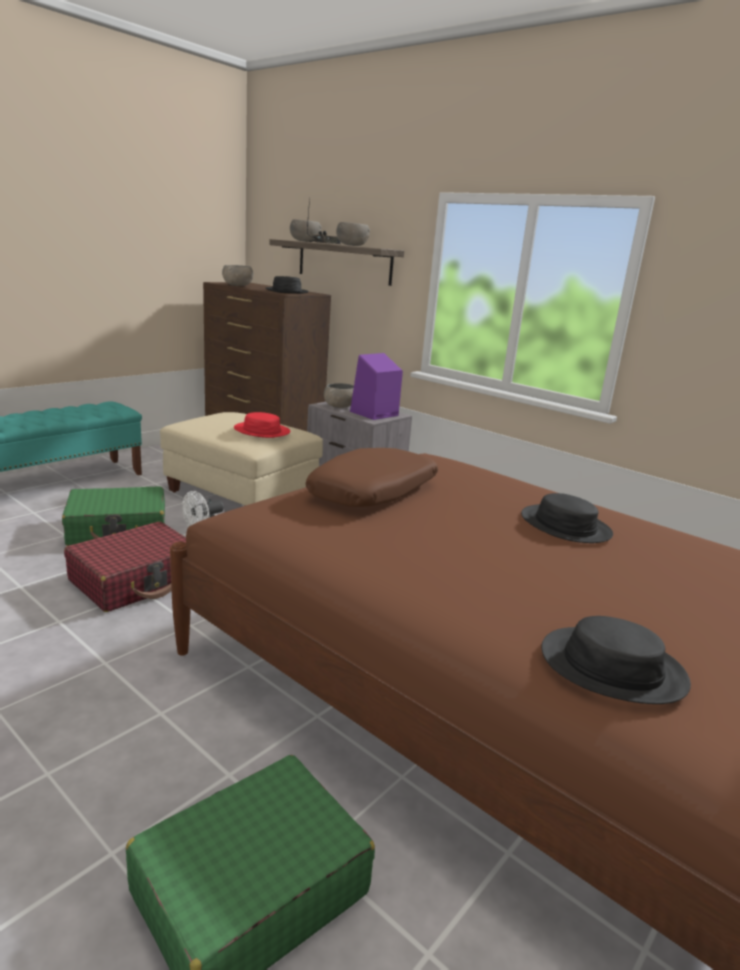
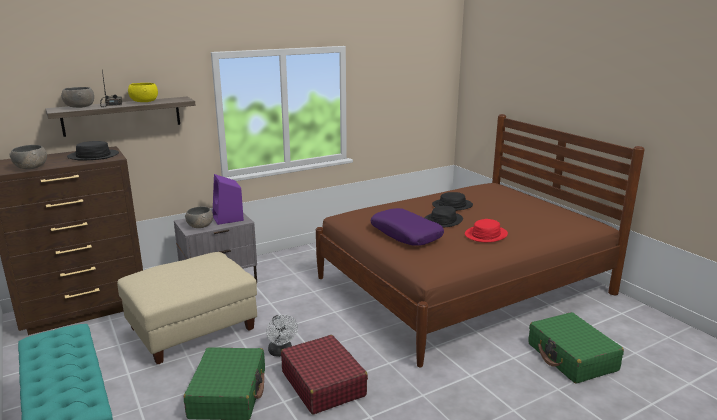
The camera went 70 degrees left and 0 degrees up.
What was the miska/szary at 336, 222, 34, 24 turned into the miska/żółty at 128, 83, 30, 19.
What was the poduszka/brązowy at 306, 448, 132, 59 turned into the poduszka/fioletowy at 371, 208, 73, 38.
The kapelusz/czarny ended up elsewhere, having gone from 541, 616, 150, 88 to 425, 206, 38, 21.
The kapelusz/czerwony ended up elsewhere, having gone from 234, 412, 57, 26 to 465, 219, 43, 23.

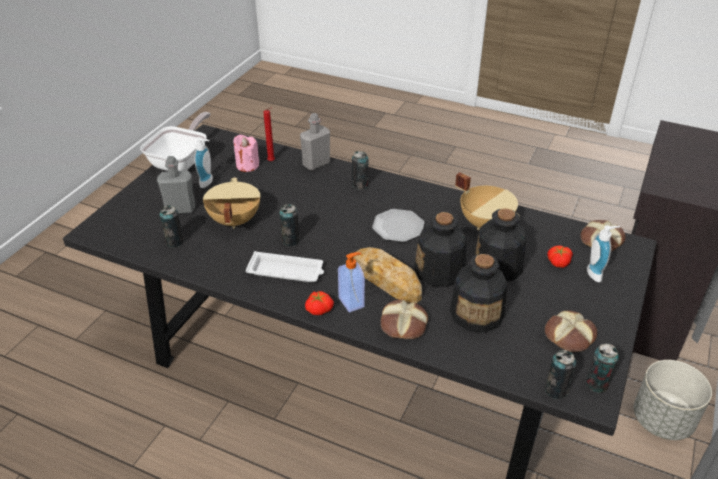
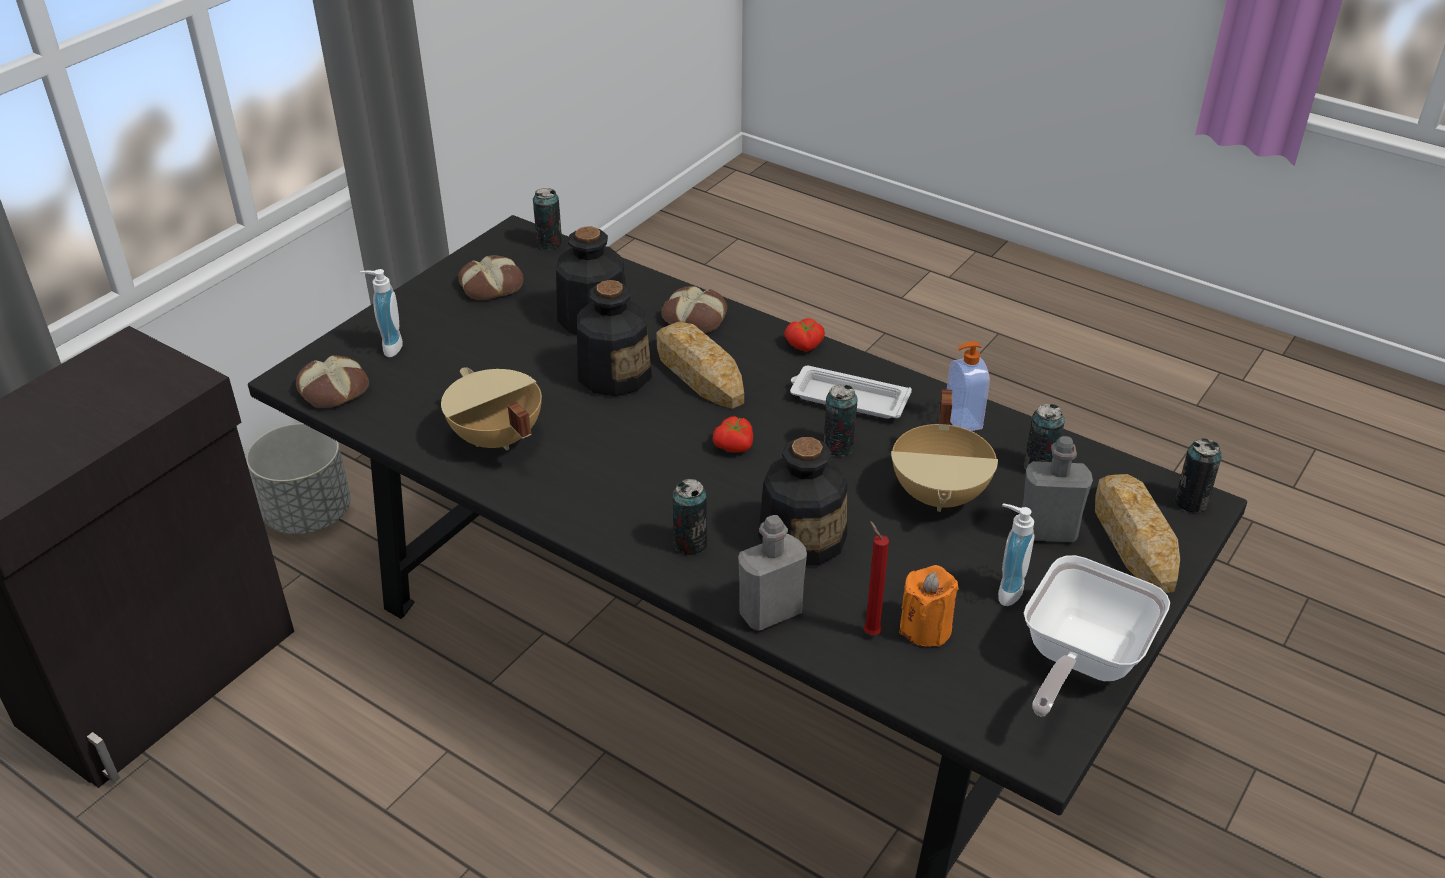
The camera went 170 degrees left and 0 degrees up.
The pomidor ended up elsewhere, having gone from 547, 245, 26, 23 to 713, 416, 40, 37.
The butelka ended up elsewhere, having gone from 474, 208, 52, 74 to 758, 437, 89, 129.
What was the świeca/różowy at 233, 135, 26, 37 turned into the świeca/pomarańczowy at 899, 565, 60, 82.
The dozownik mydła ended up elsewhere, having gone from 338, 252, 27, 61 to 947, 341, 43, 90.
The second view gained the chleb at 1095, 474, 85, 119.
The puszka ended up elsewhere, having gone from 586, 343, 33, 50 to 1175, 438, 47, 75.
The second view lost the talerz at 372, 209, 53, 33.

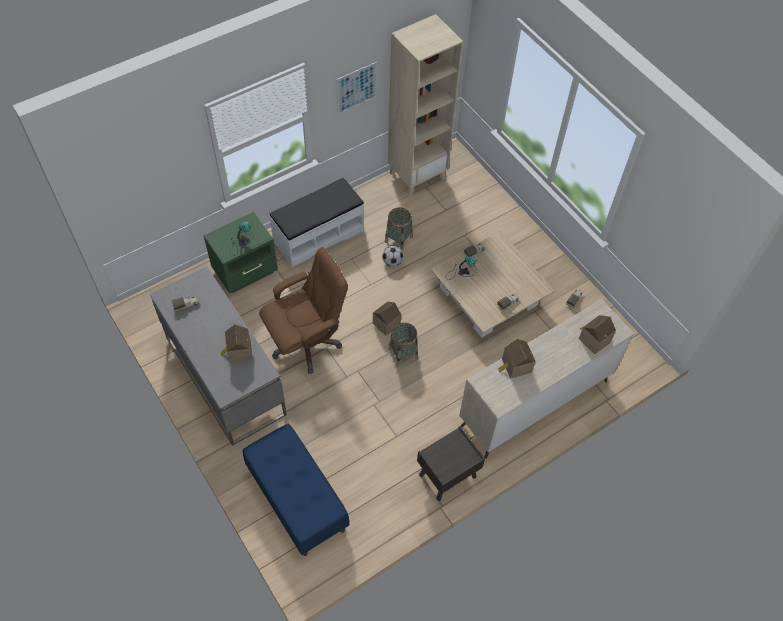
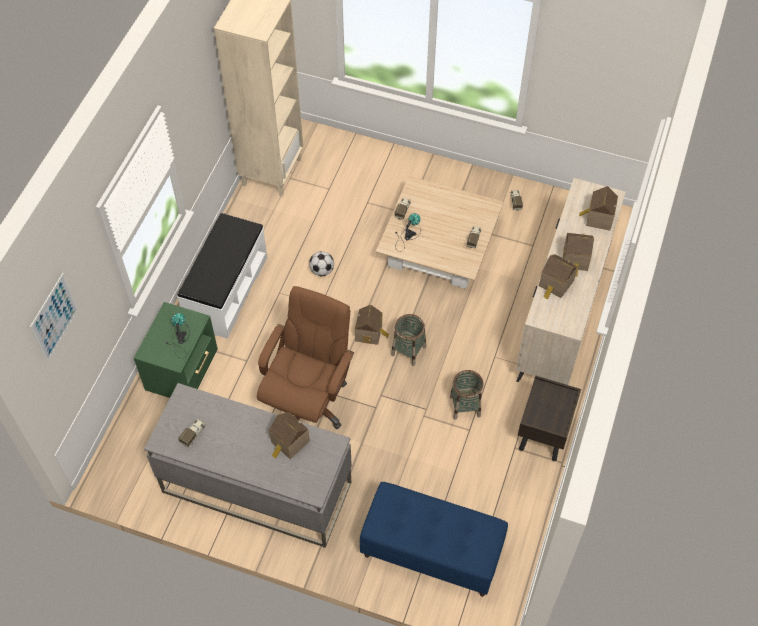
The camera went 35 degrees left and 0 degrees up.
The obraz ended up elsewhere, having gone from 336, 62, 41, 52 to 30, 273, 48, 89.
The koszyk ended up elsewhere, having gone from 385, 207, 28, 44 to 450, 370, 34, 50.
The second view gained the domek at 563, 233, 31, 44.

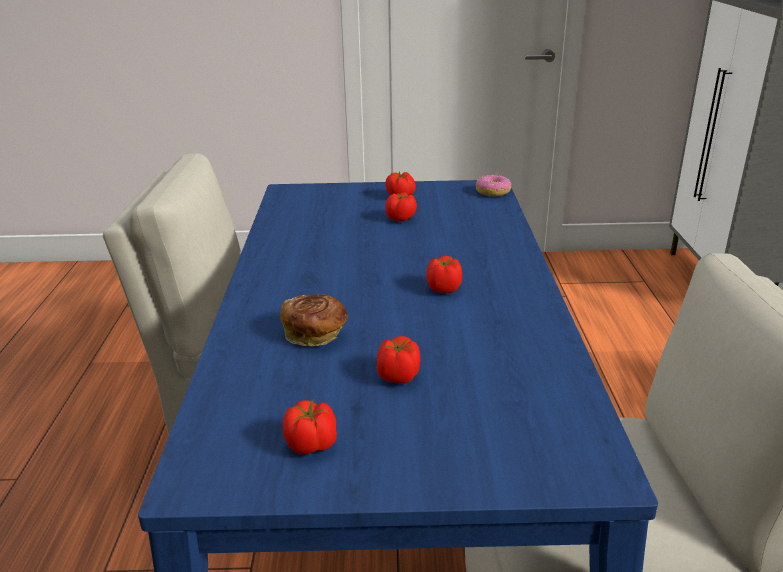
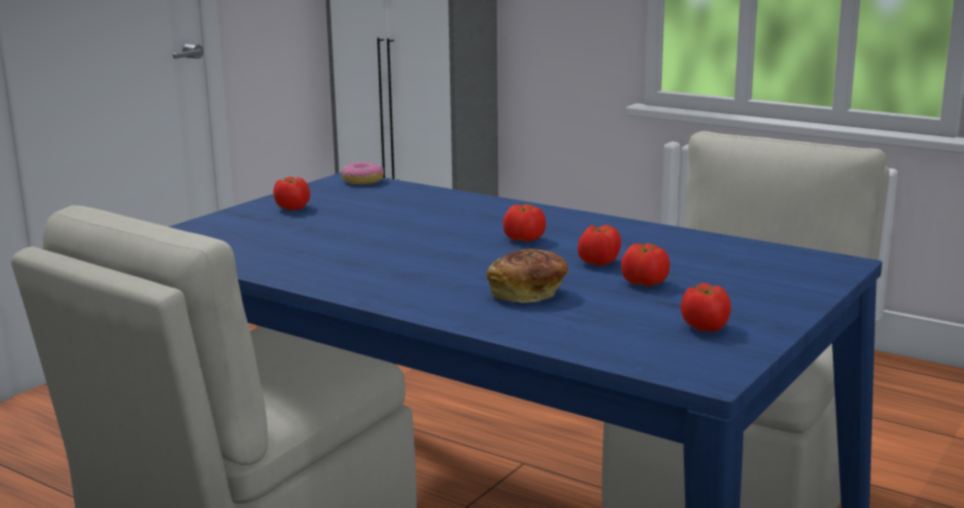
The camera went 55 degrees left and 10 degrees down.
The pomidor ended up elsewhere, having gone from 385, 192, 32, 30 to 578, 225, 43, 41.

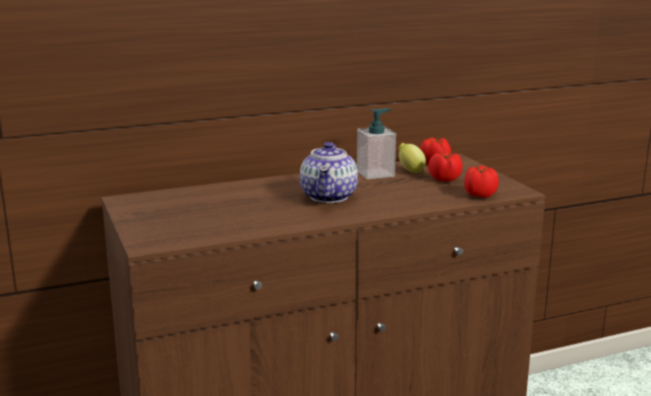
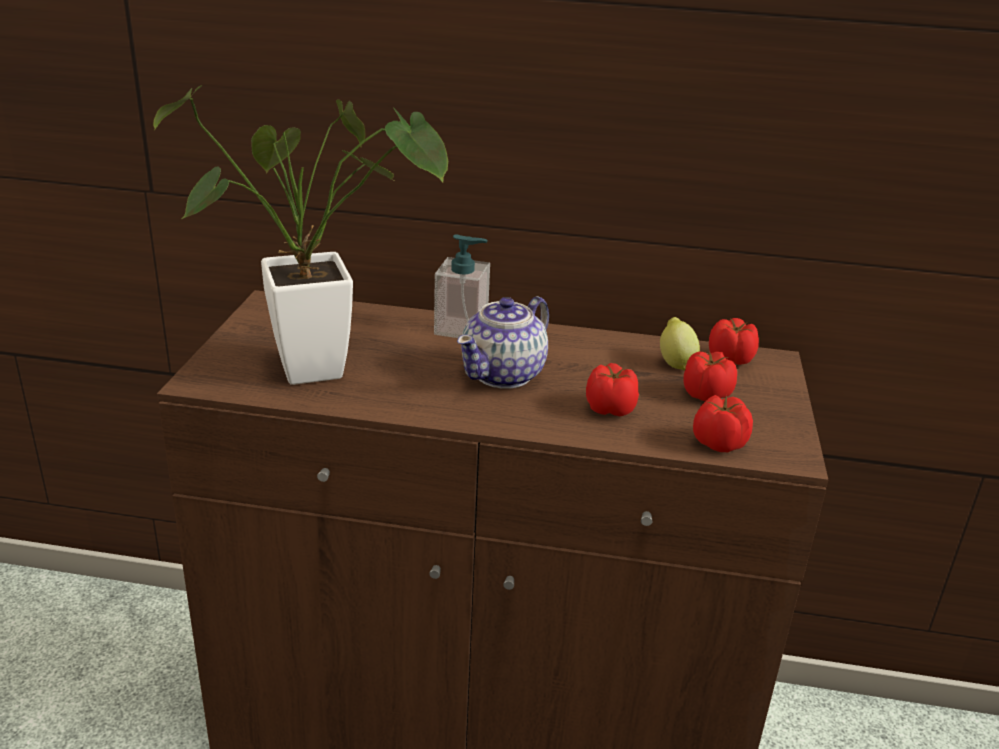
The camera went 30 degrees right and 10 degrees up.
The second view gained the roślina doniczkowa at 153, 86, 295, 299.
The dozownik mydła ended up elsewhere, having gone from 357, 108, 39, 72 to 434, 234, 56, 104.
The second view gained the pomidor at 586, 363, 53, 53.

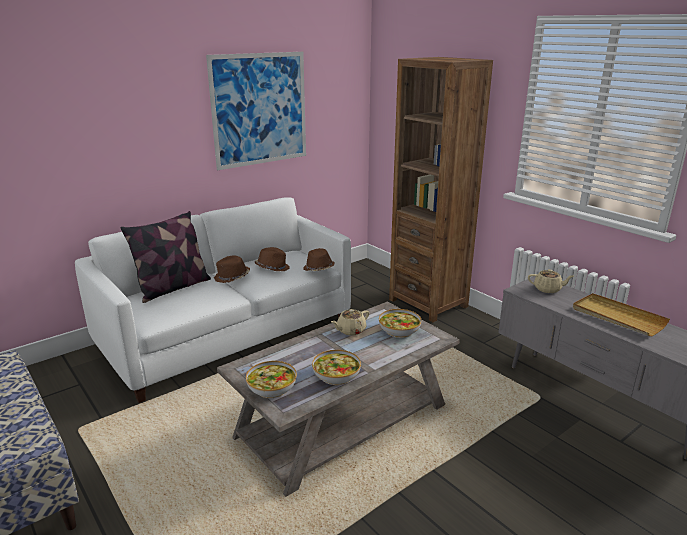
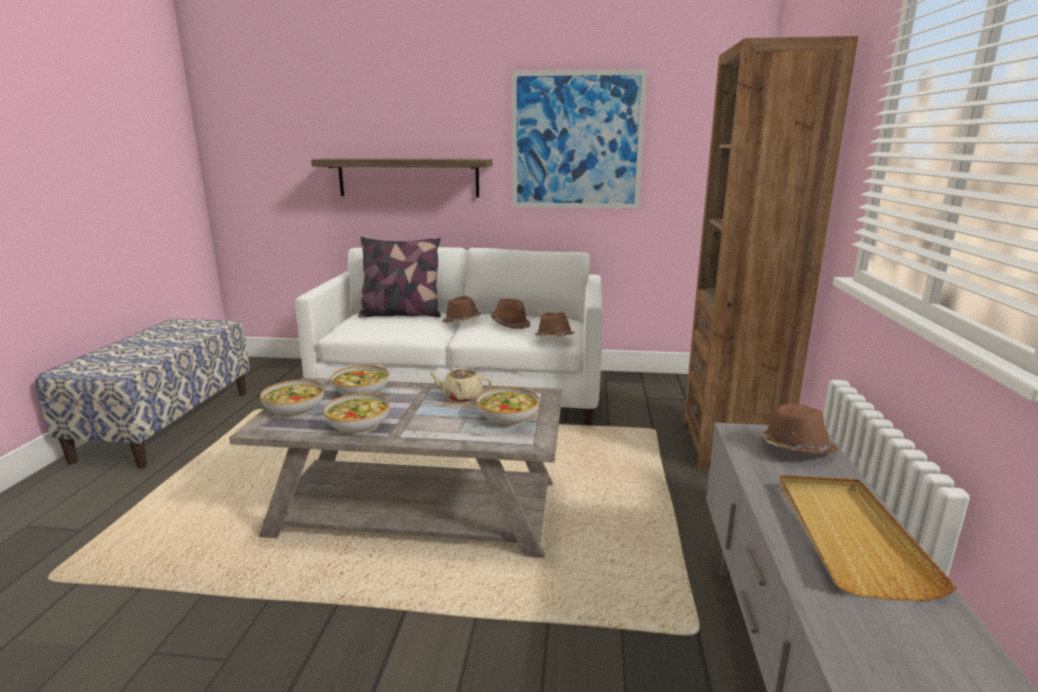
The camera went 45 degrees right and 5 degrees down.
The second view gained the półka at 311, 159, 181, 39.
The second view gained the miska at 330, 365, 59, 31.
Where the imbryk/beżowy stood at 528, 269, 46, 24, the kapelusz/brązowy came to stand at 759, 403, 80, 51.

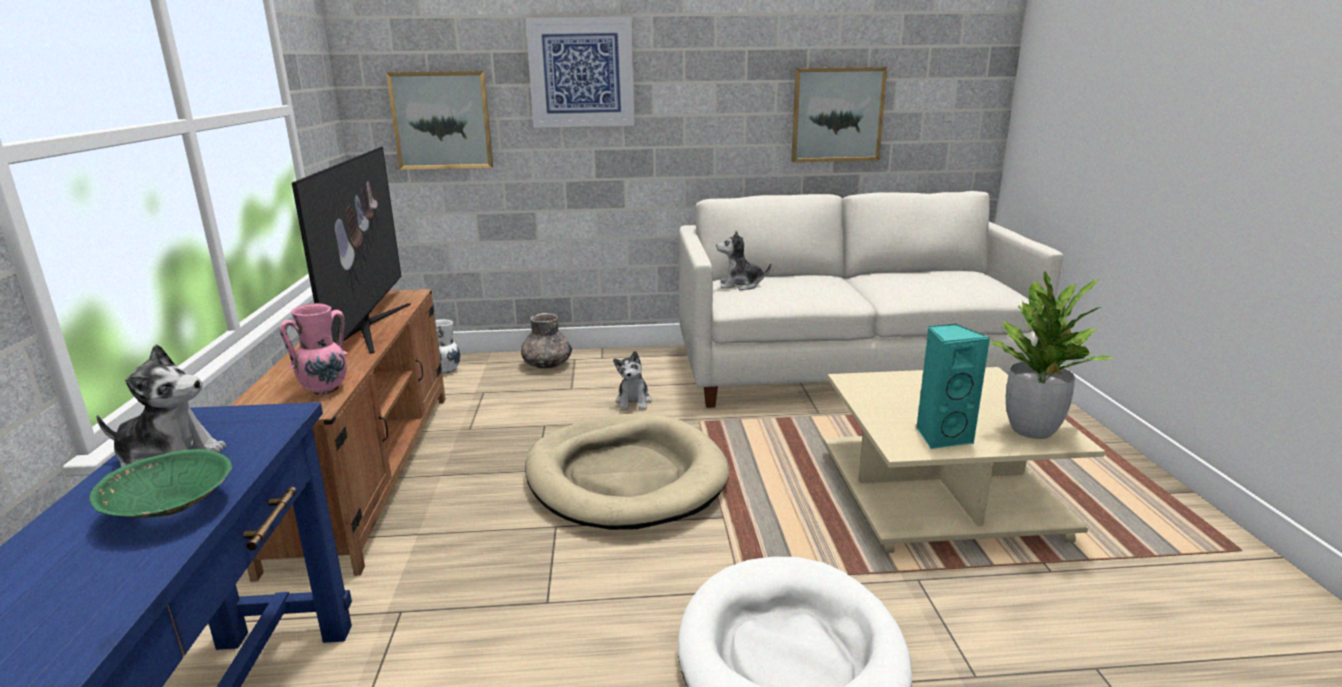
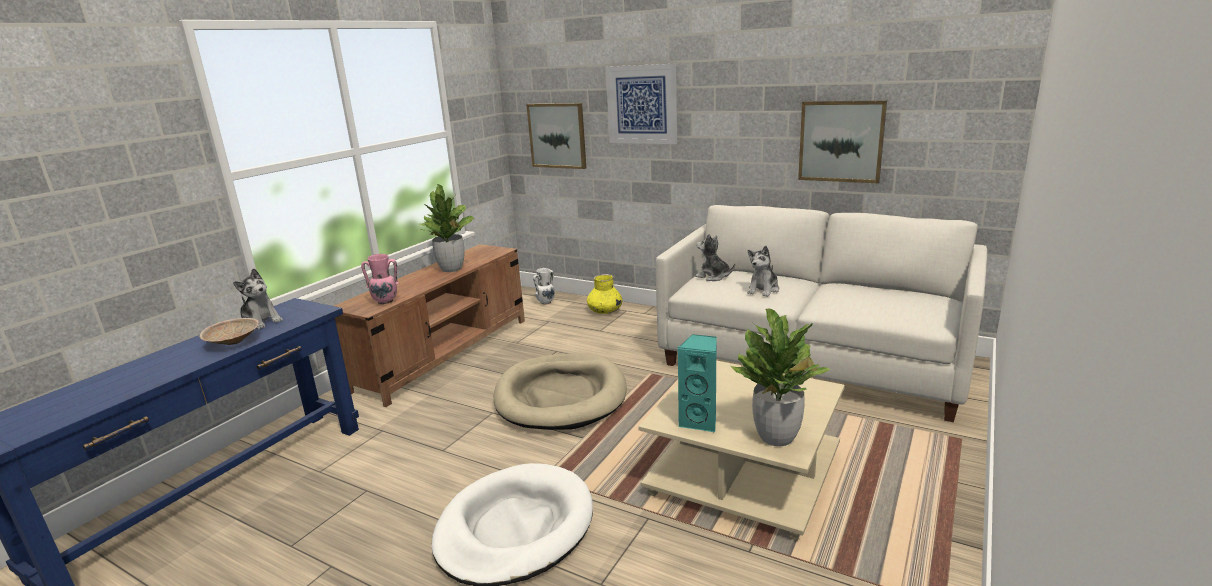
The camera went 35 degrees right and 0 degrees up.
What was the miska/zielony at 90, 449, 142, 69 turned into the miska/beżowy at 199, 318, 60, 27.
Where the telewizor stood at 292, 147, 119, 207, the roślina doniczkowa came to stand at 419, 184, 56, 88.
What was the wazon/szary at 521, 313, 51, 56 turned into the wazon/żółty at 587, 274, 36, 40.
The pluszak ended up elsewhere, having gone from 613, 351, 39, 59 to 747, 246, 32, 51.

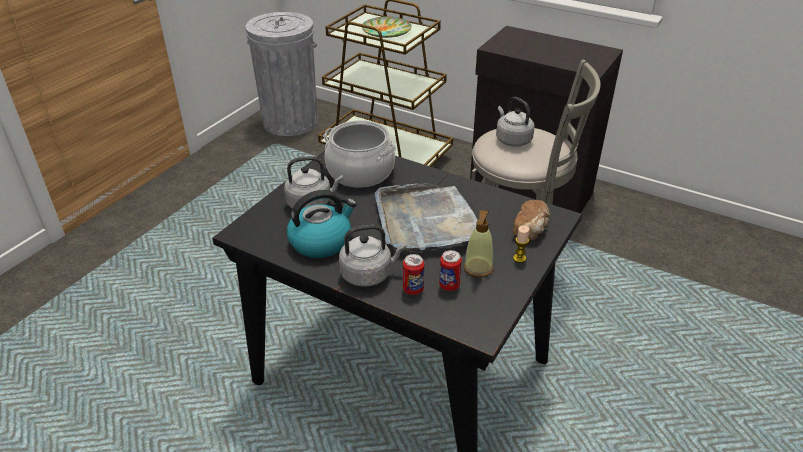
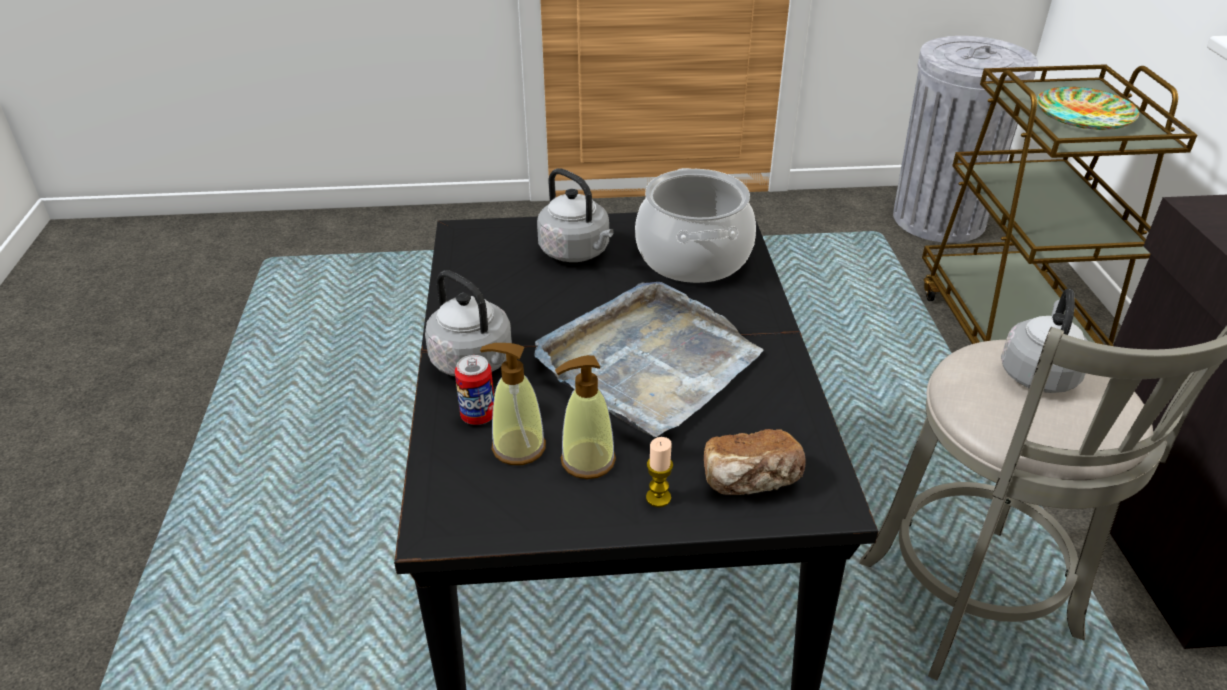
The camera went 55 degrees right and 0 degrees up.
Where the puszka stood at 439, 250, 23, 41, the dozownik mydła came to stand at 480, 343, 66, 122.
The second view lost the czajnik at 287, 190, 70, 68.

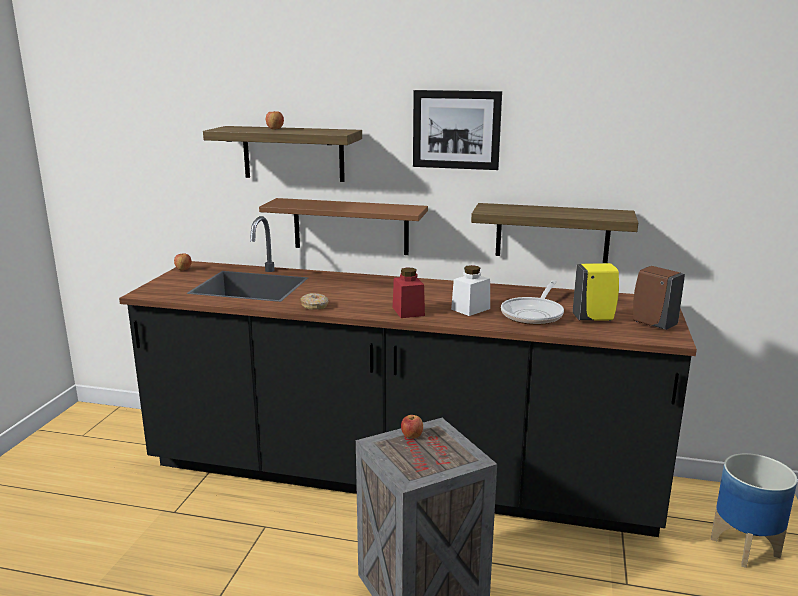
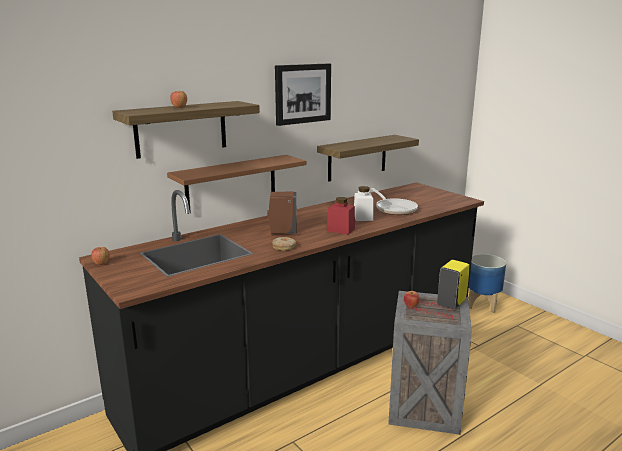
The camera went 50 degrees left and 0 degrees up.
The dozownik mydła/brązowy ended up elsewhere, having gone from 633, 266, 52, 64 to 267, 192, 30, 43.
The dozownik mydła/żółty ended up elsewhere, having gone from 573, 263, 46, 58 to 437, 260, 32, 50.

